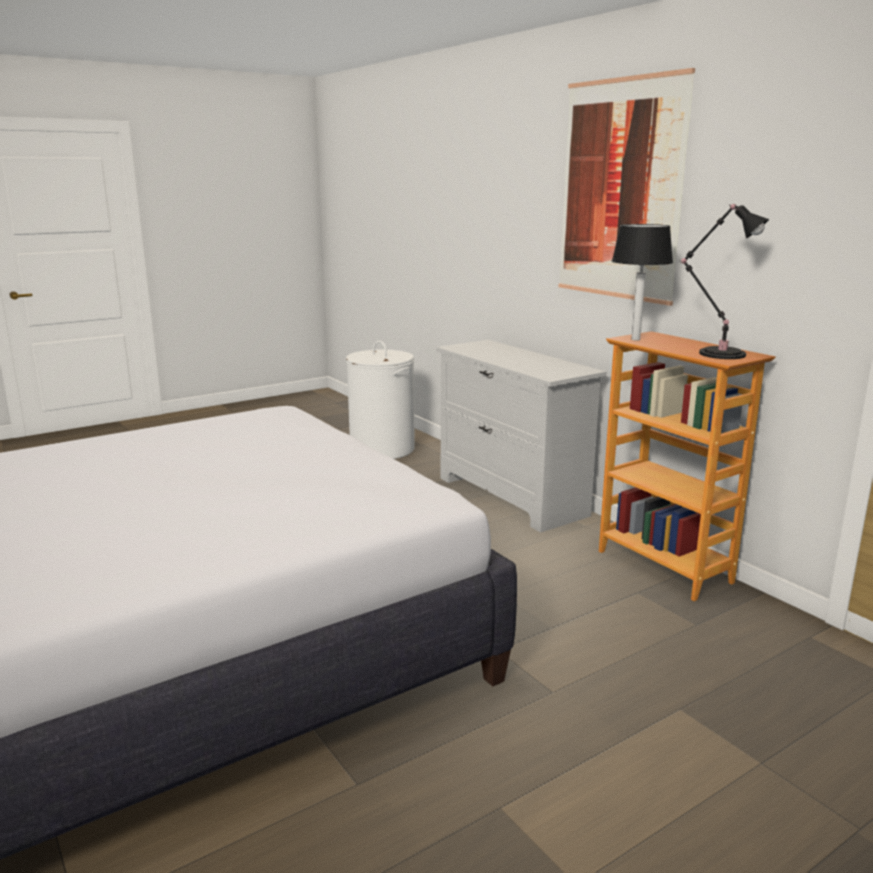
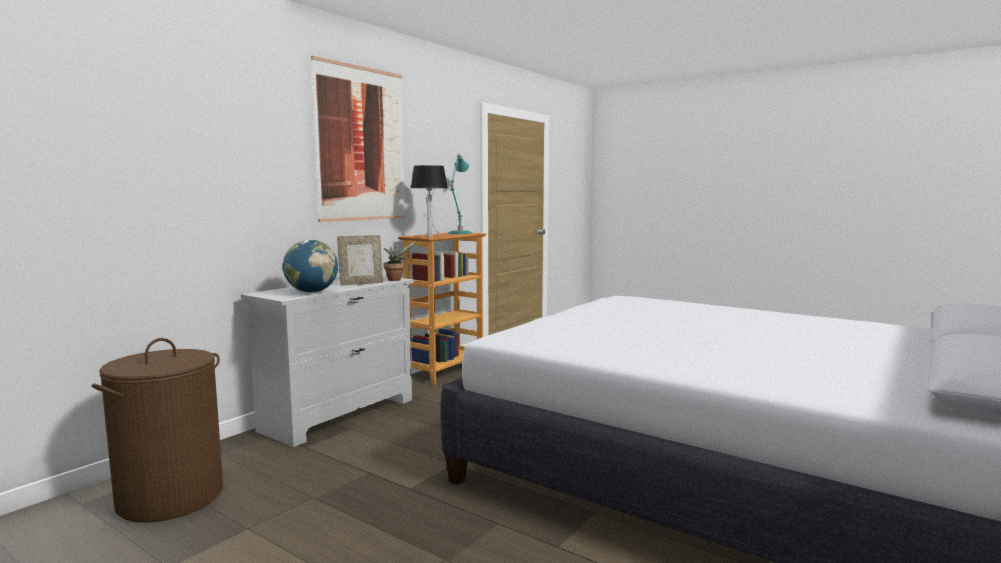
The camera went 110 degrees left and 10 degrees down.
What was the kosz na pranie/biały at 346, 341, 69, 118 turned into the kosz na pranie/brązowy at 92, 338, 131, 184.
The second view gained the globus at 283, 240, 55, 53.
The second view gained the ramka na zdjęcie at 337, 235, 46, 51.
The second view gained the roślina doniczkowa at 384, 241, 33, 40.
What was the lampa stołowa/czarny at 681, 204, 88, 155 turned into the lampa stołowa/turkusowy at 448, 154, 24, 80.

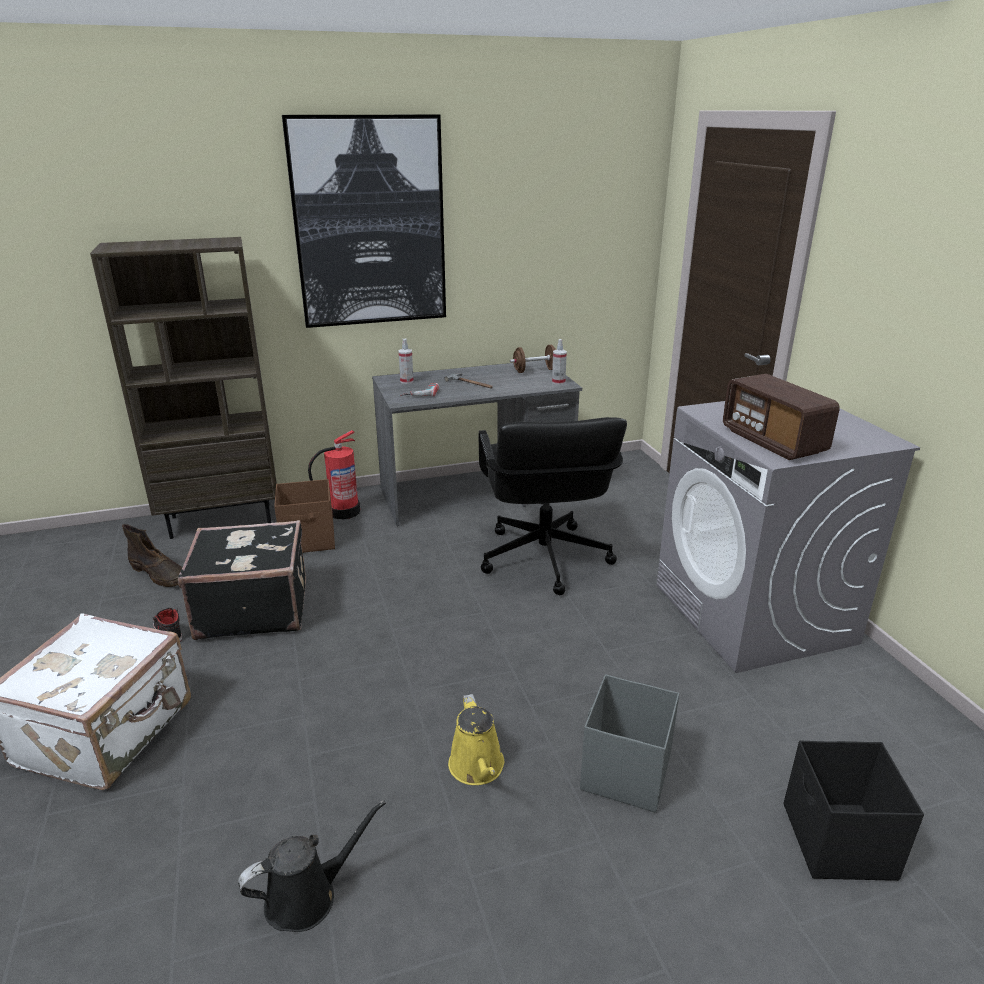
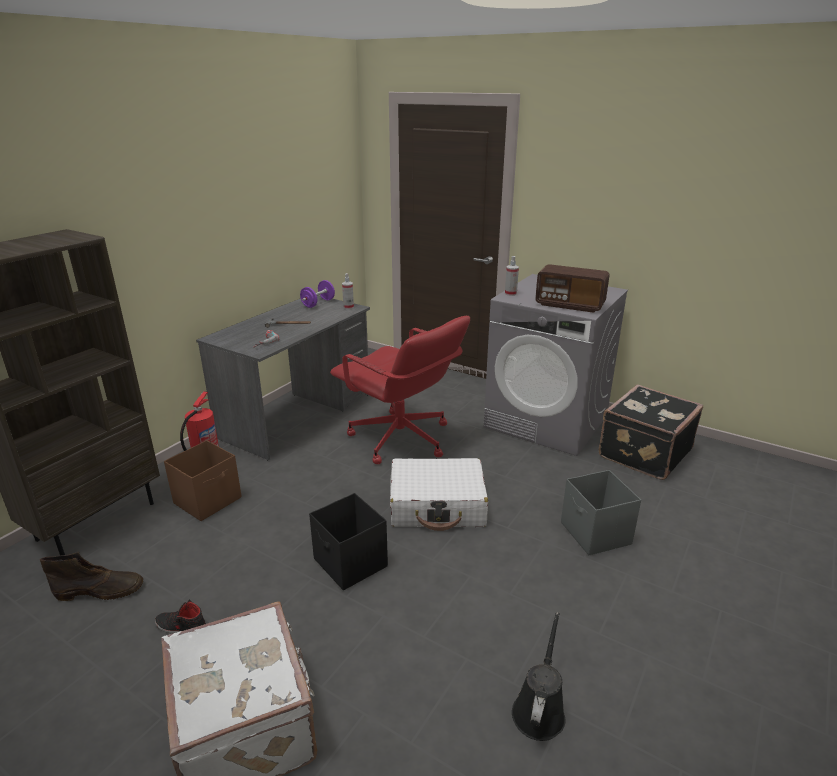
The camera went 40 degrees left and 0 degrees up.
What was the hantel/brązowy at 510, 345, 46, 28 turned into the hantel/fioletowy at 300, 280, 35, 28.
The pojemnik do przechowywania/czarny ended up elsewhere, having gone from 784, 741, 140, 140 to 309, 493, 79, 97.
What was the krzesło biurowe/czarny at 479, 417, 148, 178 turned into the krzesło biurowe/czerwony at 330, 316, 140, 148.
The second view gained the walizka/biały at 390, 458, 98, 73.
The spryskiwacz ended up elsewhere, having gone from 398, 338, 16, 46 to 505, 256, 14, 40.
The walizka/czarny ended up elsewhere, having gone from 178, 520, 128, 120 to 599, 384, 104, 96.
The second view lost the obraz at 282, 115, 164, 213.
The second view lost the konewka/żółty at 448, 694, 56, 91.

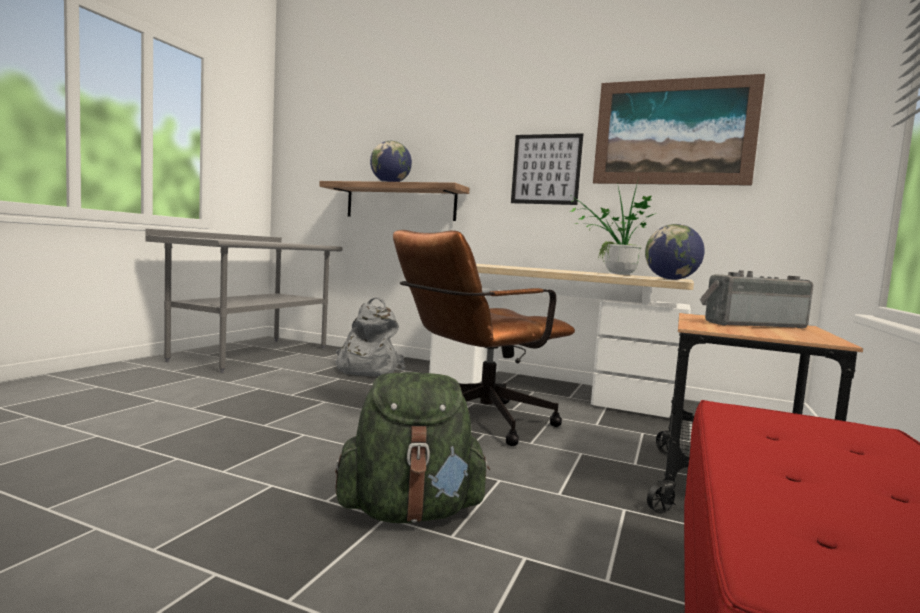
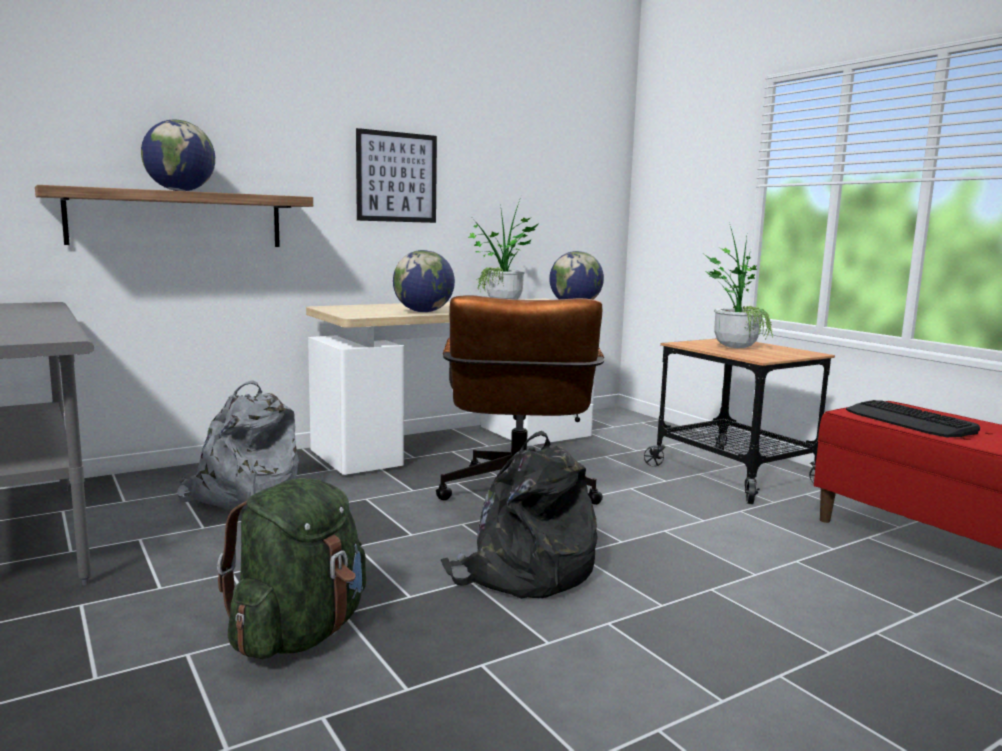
The camera went 55 degrees left and 5 degrees up.
The plecak/zielony ended up elsewhere, having gone from 335, 372, 155, 151 to 217, 478, 149, 181.
The second view gained the globus at 393, 250, 62, 62.
The second view gained the plecak/czarny at 441, 431, 157, 168.
Where the radio stood at 700, 270, 113, 59, the roślina doniczkowa came to stand at 704, 222, 69, 126.
The second view gained the klawiatura at 846, 400, 134, 37.
The second view lost the obraz at 593, 74, 172, 112.

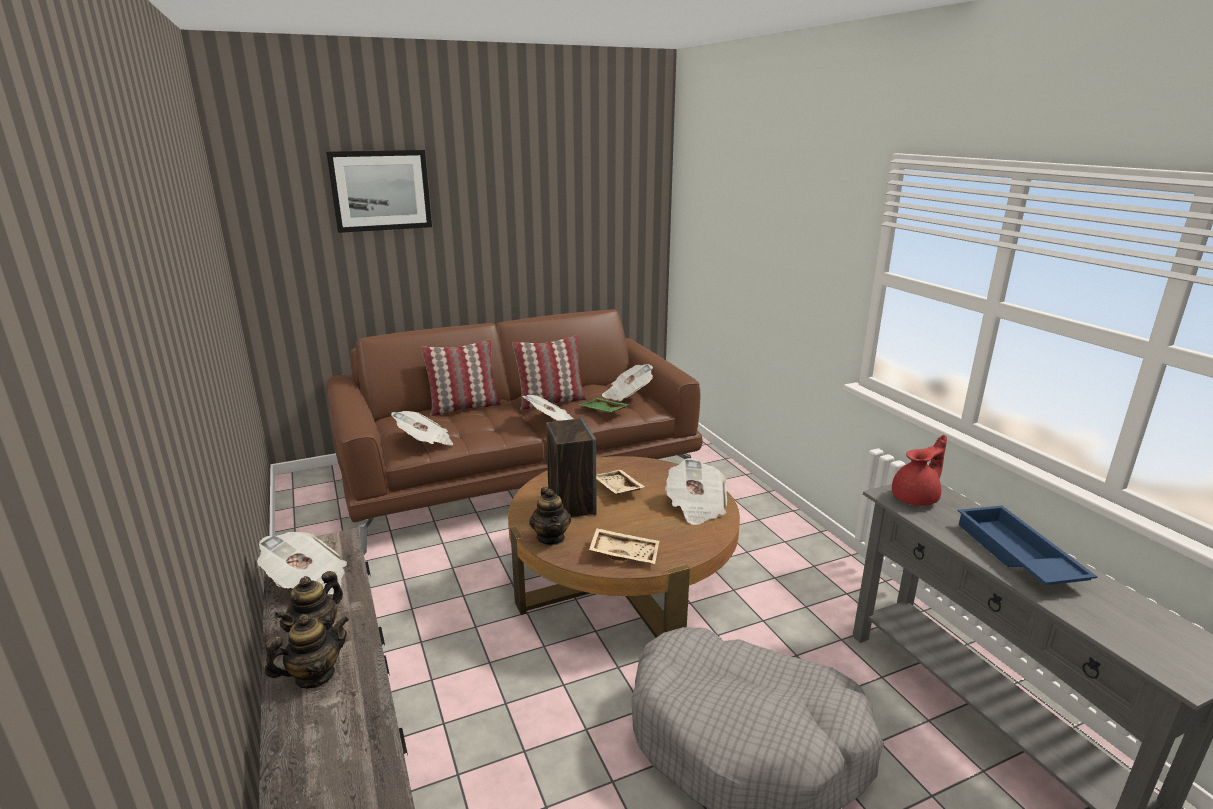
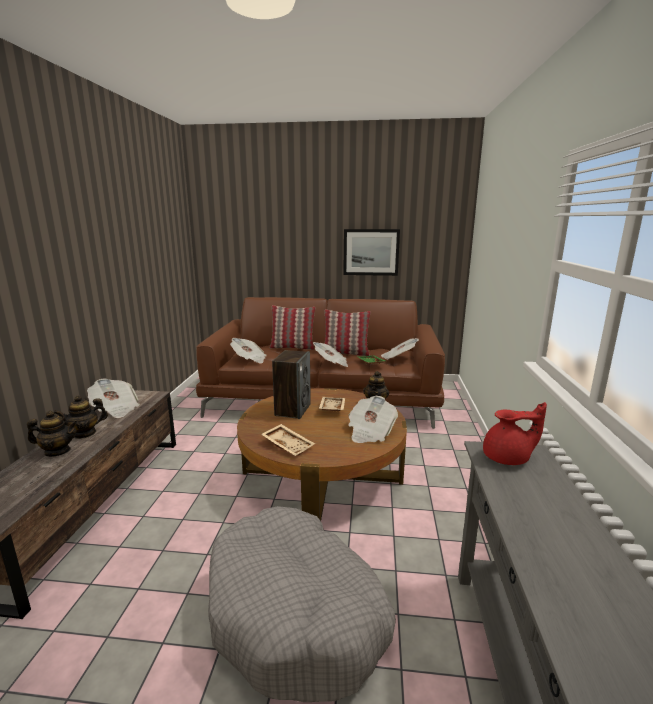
The camera went 30 degrees right and 5 degrees down.
The obraz ended up elsewhere, having gone from 326, 150, 106, 83 to 343, 229, 57, 47.
The imbryk ended up elsewhere, having gone from 529, 487, 42, 58 to 363, 371, 26, 28.
The second view lost the taca/niebieski at 958, 506, 139, 79.

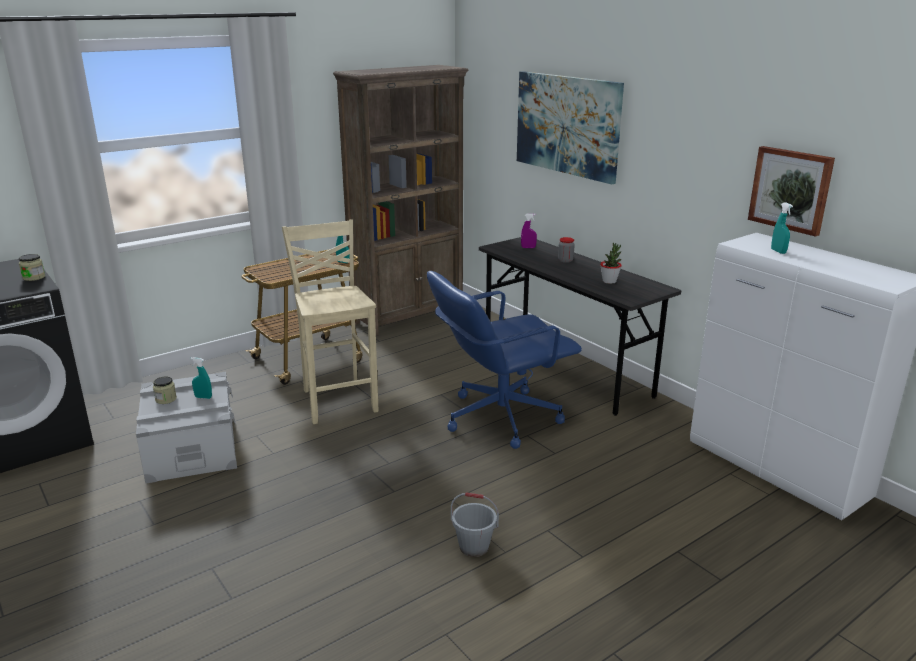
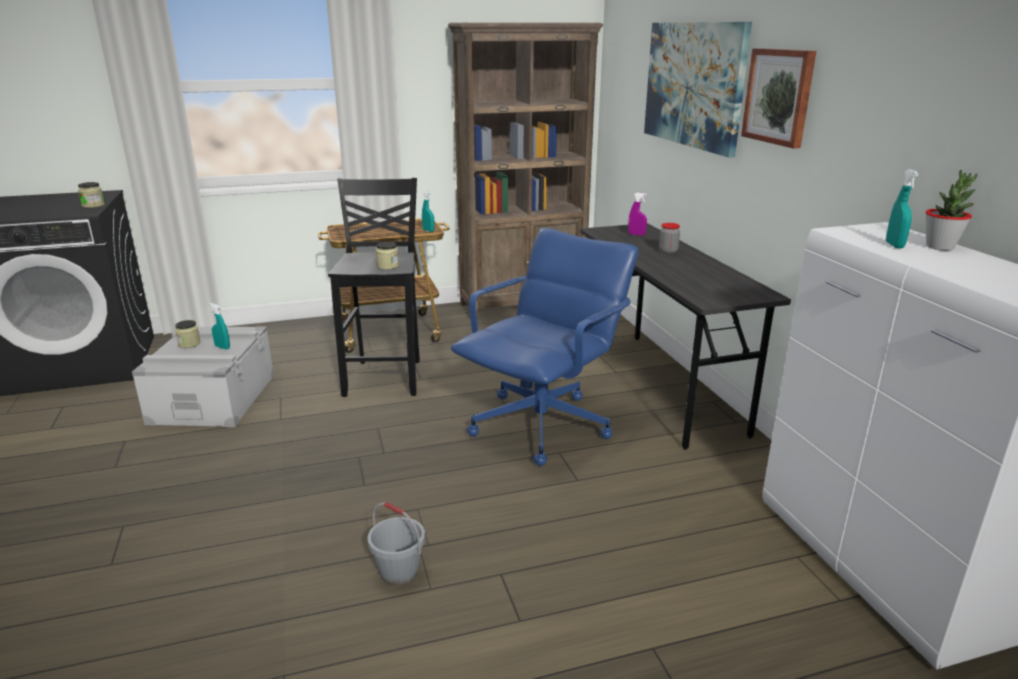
The camera went 20 degrees right and 0 degrees up.
What was the stołek/beżowy at 282, 220, 96, 204 turned into the stołek/czarny at 328, 178, 92, 219.
The second view gained the słoik at 376, 242, 23, 28.
The krzesło biurowe/niebieski at 427, 271, 155, 178 ended up facing another way, 135 degrees clockwise from before.
The obraz ended up elsewhere, having gone from 748, 146, 87, 91 to 741, 48, 75, 100.
The roślina doniczkowa ended up elsewhere, having gone from 600, 243, 22, 41 to 926, 170, 51, 81.

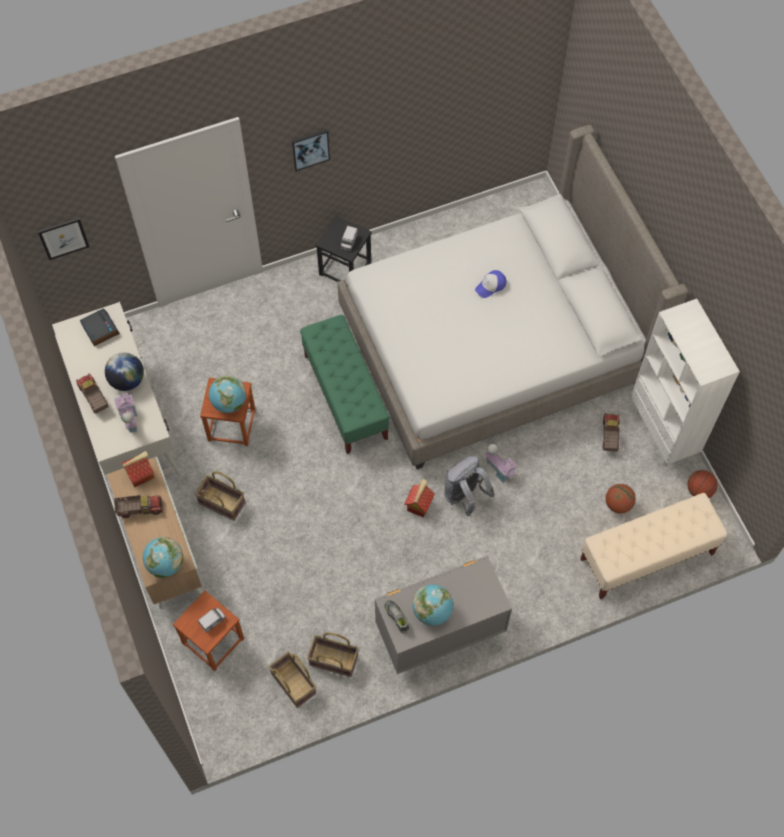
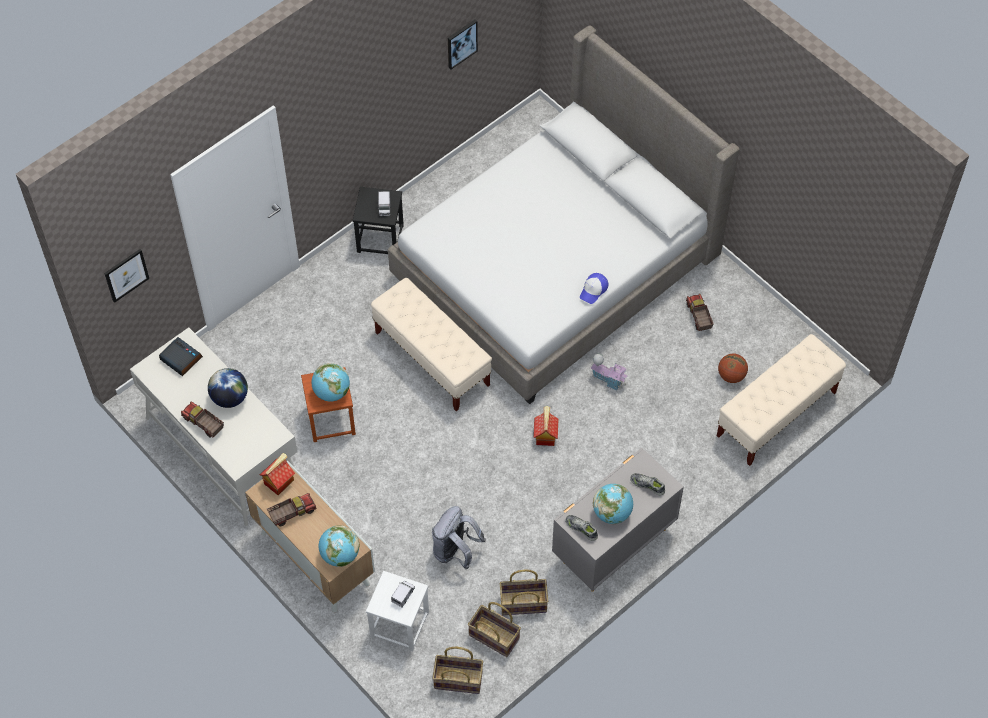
The camera went 20 degrees left and 5 degrees down.
What was the stołek/brązowy at 173, 591, 71, 80 turned into the stołek/biały at 366, 571, 63, 81.
What was the ławka/zielony at 300, 315, 90, 139 turned into the ławka/beżowy at 371, 278, 121, 133.
The plecak/szary ended up elsewhere, having gone from 444, 456, 51, 60 to 432, 506, 54, 63.
The koszyk ended up elsewhere, having gone from 195, 471, 50, 50 to 432, 647, 51, 47.
The obraz ended up elsewhere, having gone from 292, 129, 38, 42 to 448, 20, 30, 49.
The czapka z daszkiem ended up elsewhere, having gone from 475, 270, 32, 28 to 580, 273, 28, 31.
The second view gained the but at 630, 473, 35, 23.
The second view lost the domek at 114, 393, 23, 40.
The second view lost the regał/biały at 631, 299, 109, 167.
The second view lost the piłka do koszykówki at 687, 470, 31, 28.

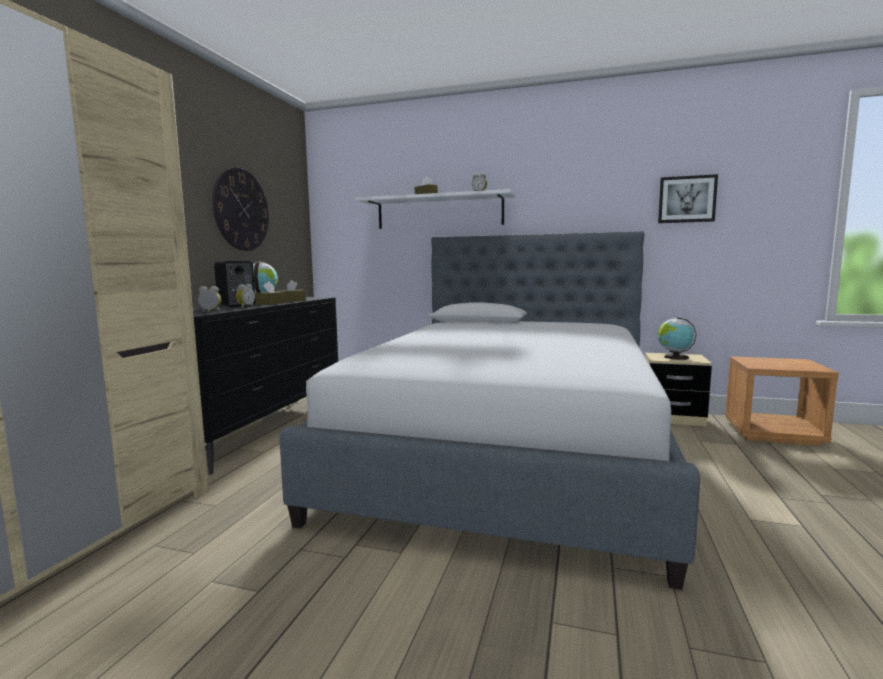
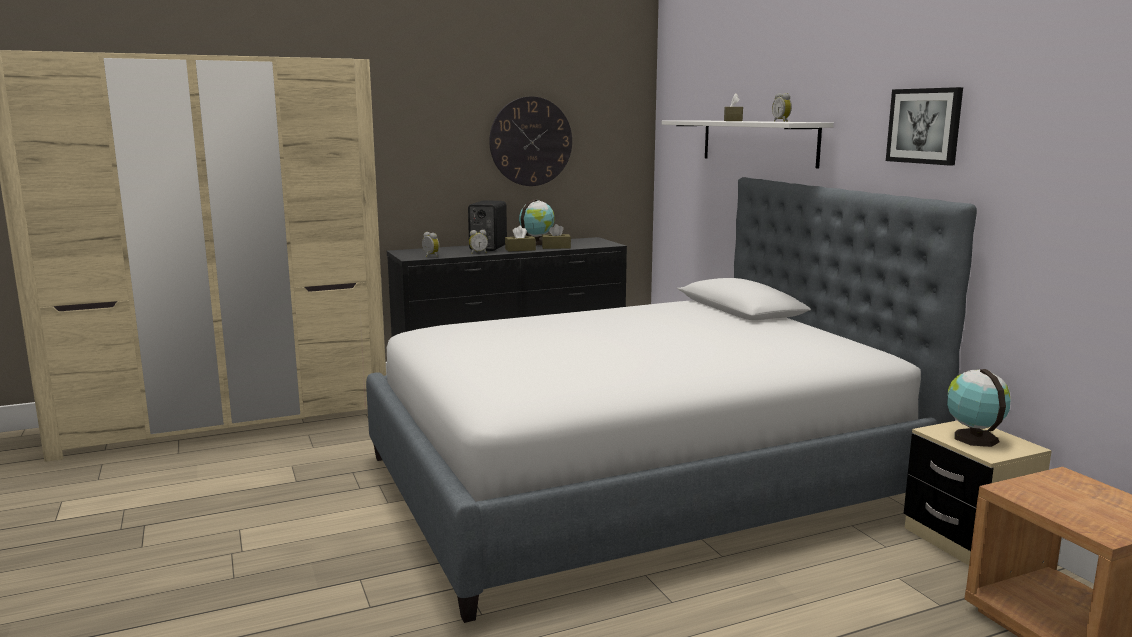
The camera went 50 degrees right and 5 degrees up.
The obraz ended up elsewhere, having gone from 658, 174, 60, 49 to 886, 87, 77, 79.

